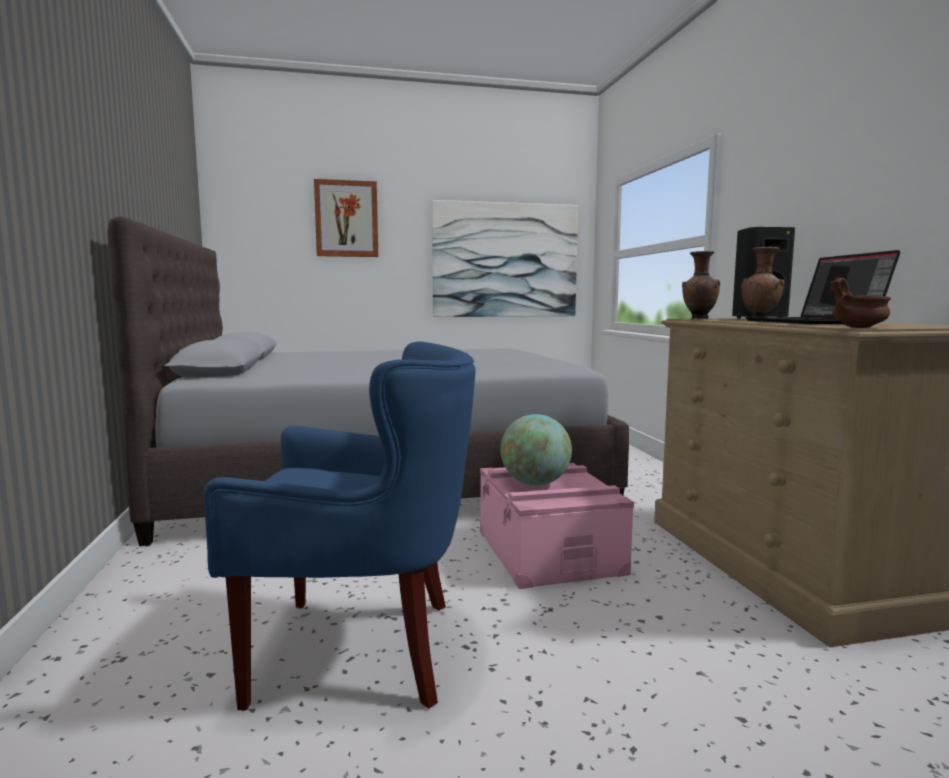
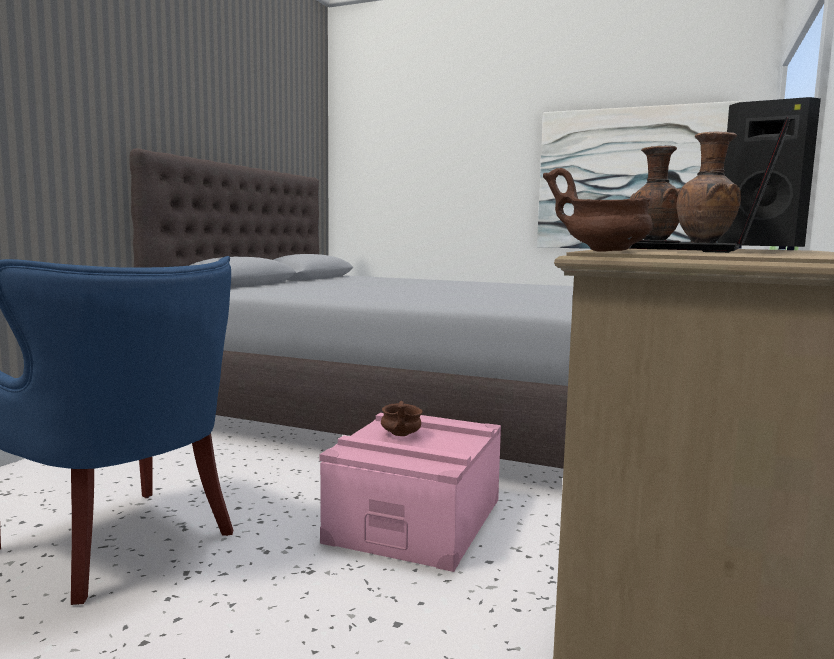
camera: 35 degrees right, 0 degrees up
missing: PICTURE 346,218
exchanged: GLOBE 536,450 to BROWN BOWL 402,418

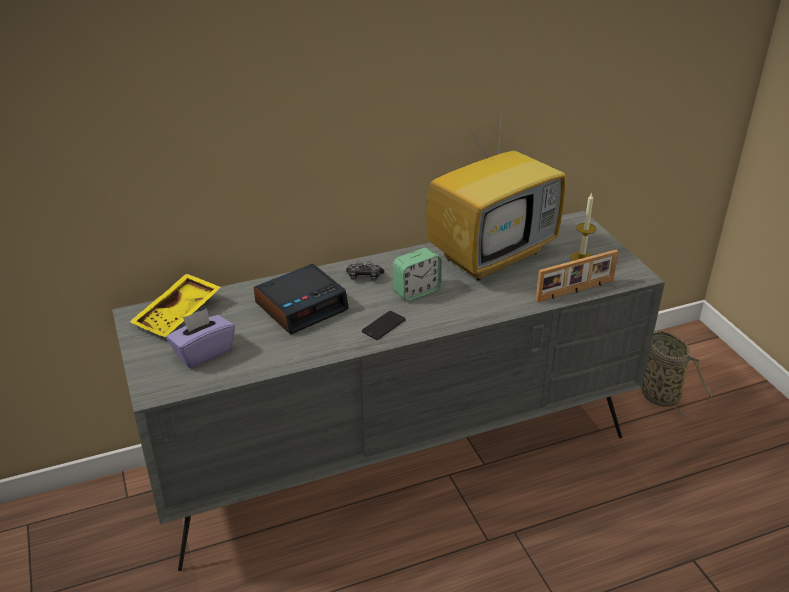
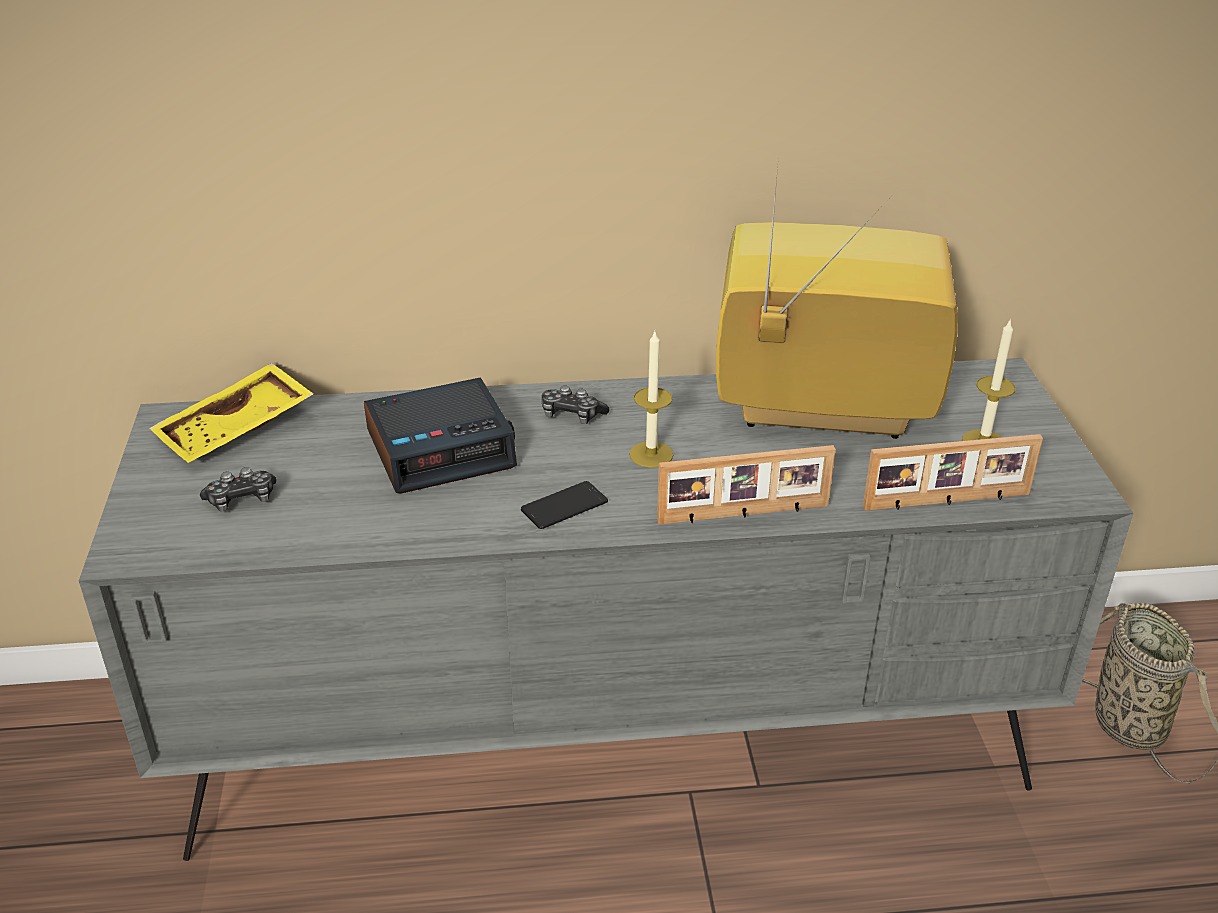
camera: 15 degrees right, 0 degrees up
appeared: PICTURE FRAME 746,485
exchanged: PURPLE TISSUE BOX 200,338 to GAME CONTROLLER 238,489; ALARM CLOCK 417,274 to CANDLE 651,400
spun: TELEVISION 496,189 = 837,297 150 degrees counterclockwise

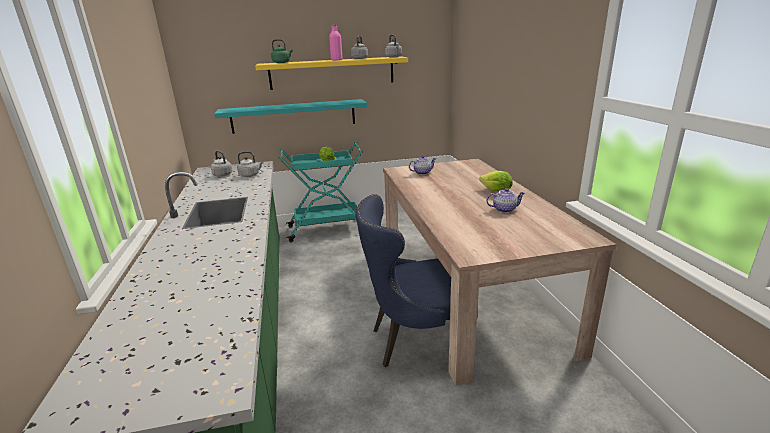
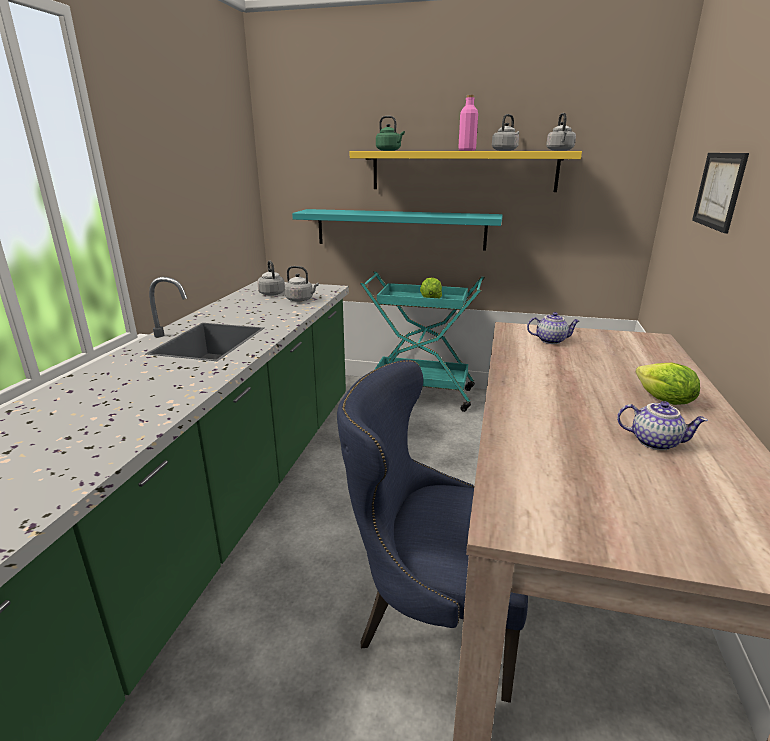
camera: 25 degrees right, 0 degrees up
appeared: PICTURE 720,193

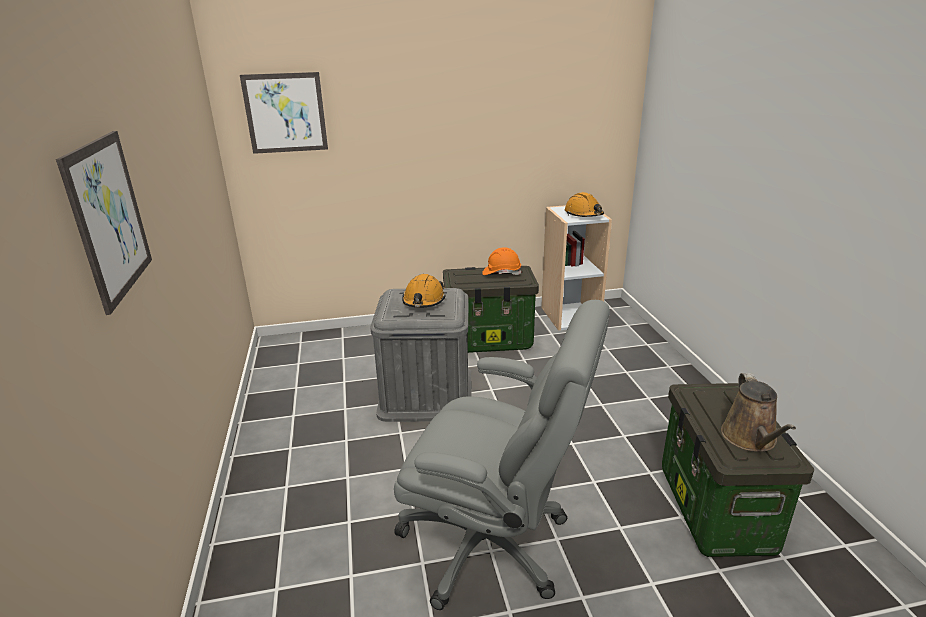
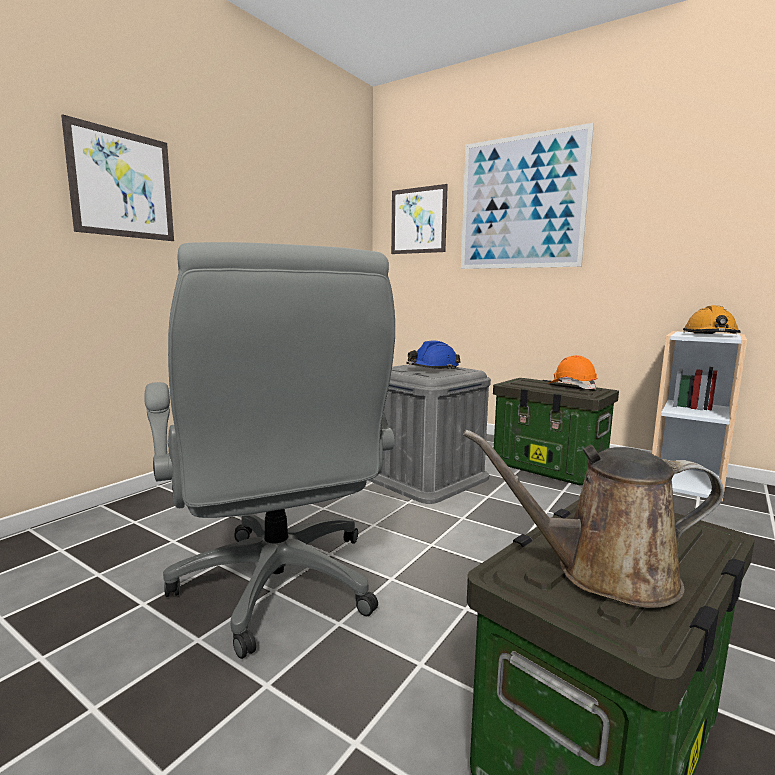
camera: 45 degrees right, 15 degrees down
appeared: PICTURE 527,196
colour: ORANGE HARD HAT 423,290 to BLUE HARD HAT 433,355
spun: BROWN WATERING CAN 758,412 = 593,519 45 degrees clockwise

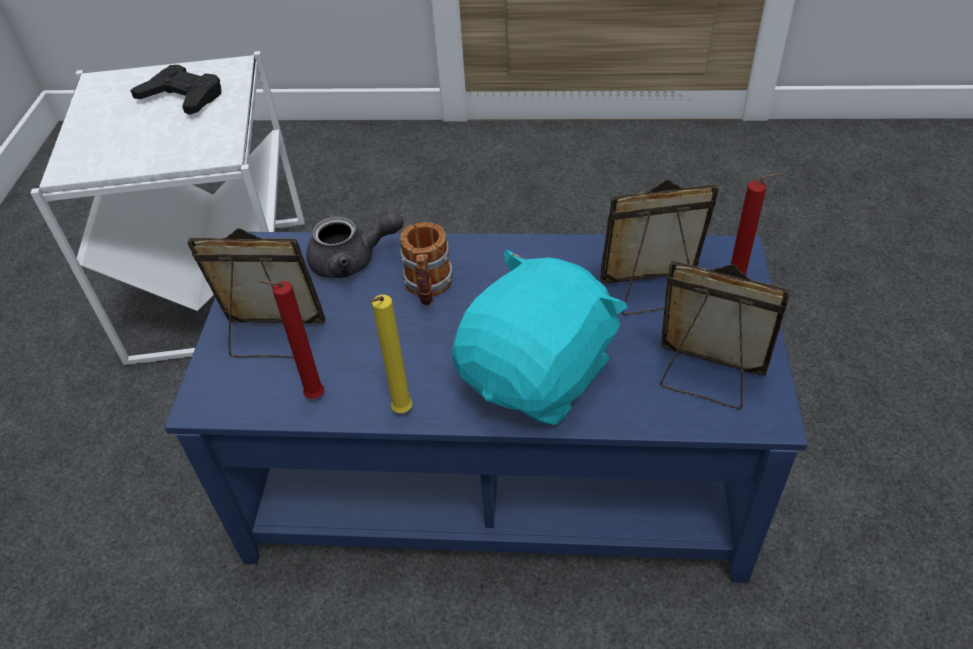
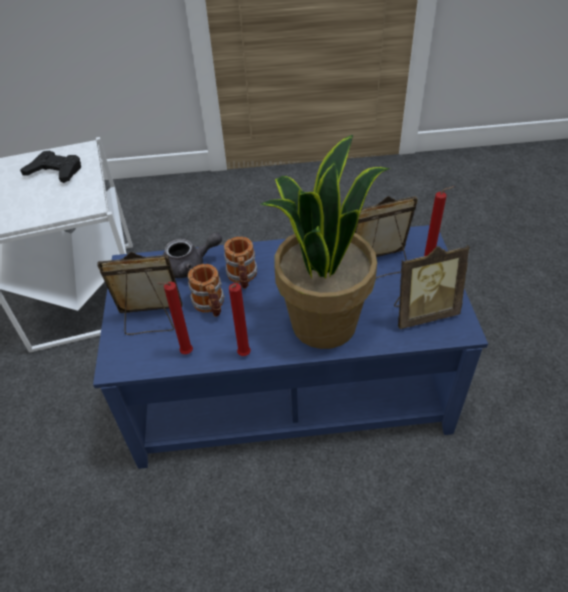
camera: 10 degrees left, 0 degrees up
appeared: MUG 206,290
exchanged: TURQUOISE PLUSH TOY 540,337 to POTTED PLANT 325,242
colour: YELLOW CANDLE 392,354 to RED CANDLE 240,319
spun: PICTURE FRAME 725,334 = 432,287 150 degrees clockwise

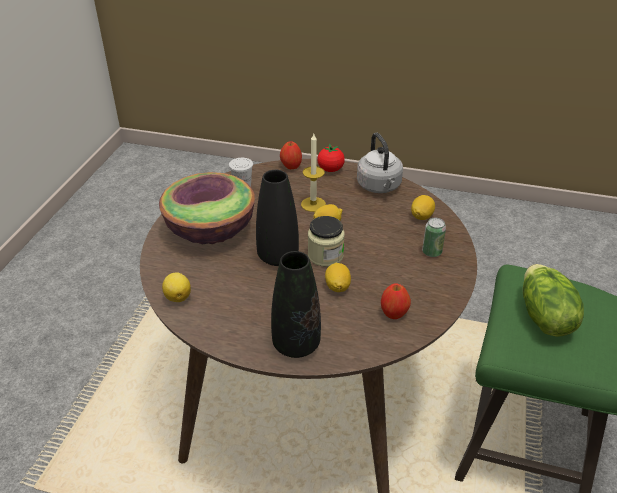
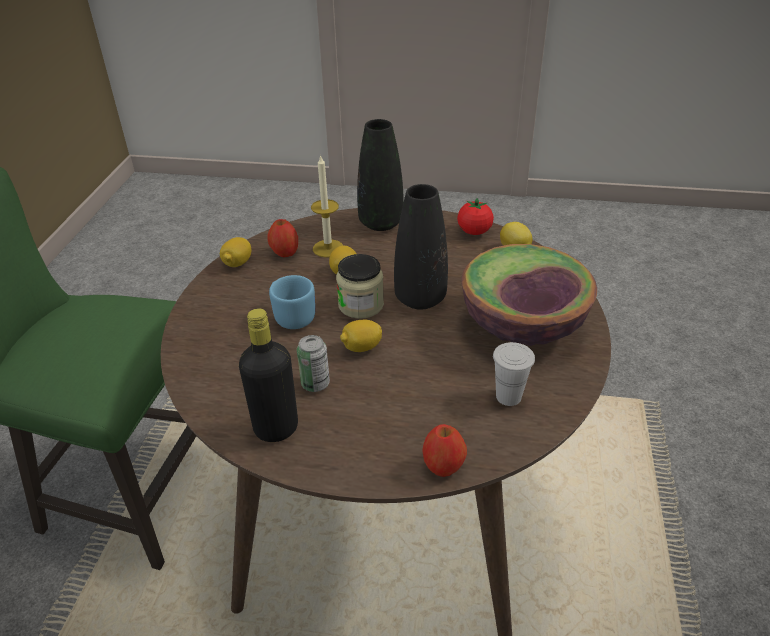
camera: 175 degrees right, 0 degrees up
missing: LETTUCE 553,300
appeared: BLUE MUG 292,302
relocated: LEMON 423,207 to 236,252; CAN 434,237 to 313,363; CANDLE 313,173 to 327,206; TOMATO 331,158 to 475,216
exchanged: GREY KETTLE 380,163 to BLACK BOTTLE 268,375

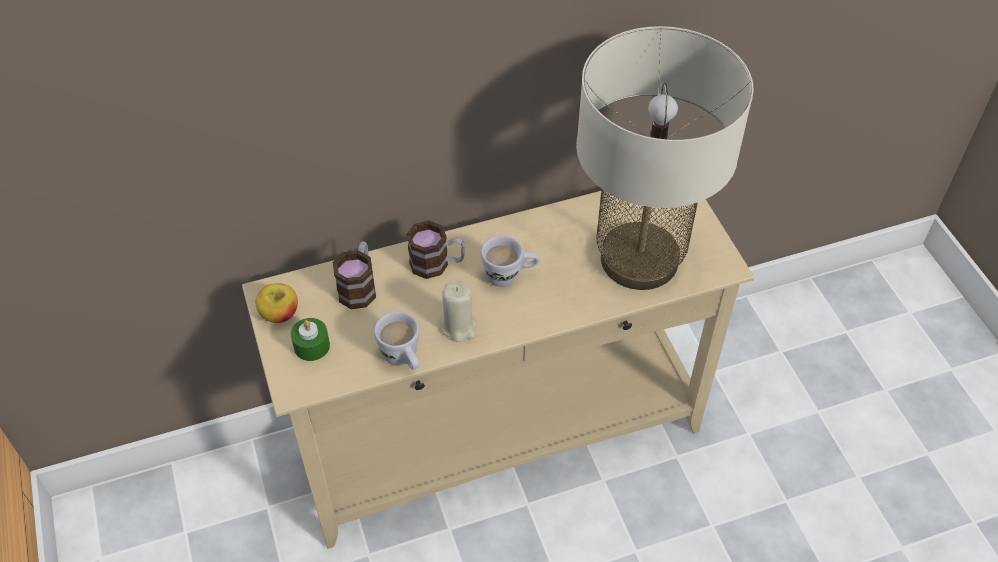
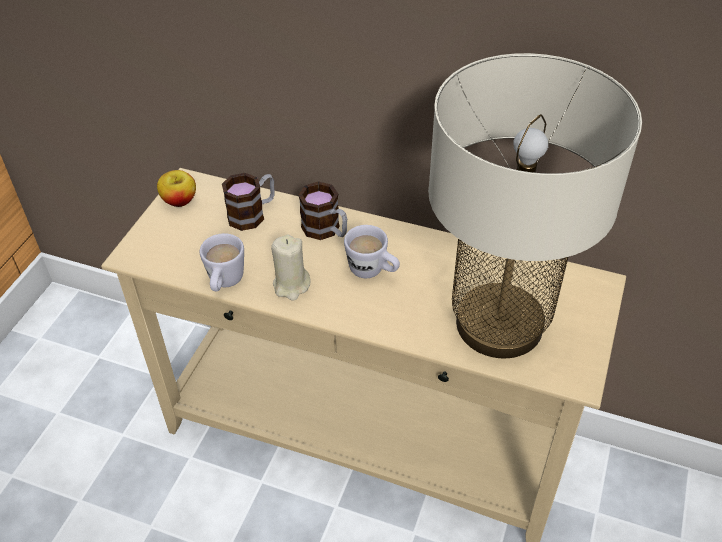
camera: 40 degrees right, 5 degrees down
missing: GREEN CANDLE 310,339

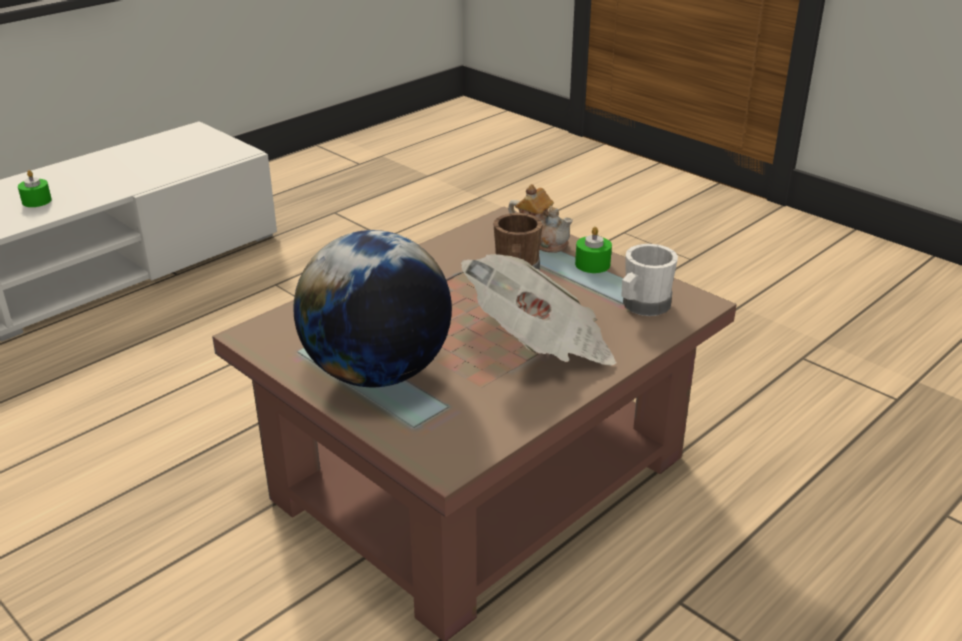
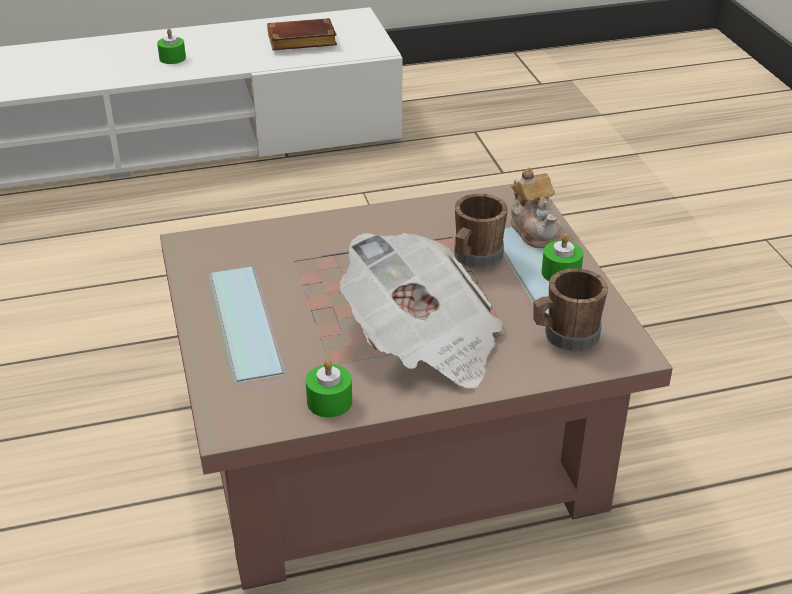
camera: 30 degrees right, 5 degrees up
missing: GLOBE 372,308
appeared: BROWN BOOK 302,34; GREEN CANDLE 329,388
colour: WHITE MUG 649,280 to BROWN MUG 570,309

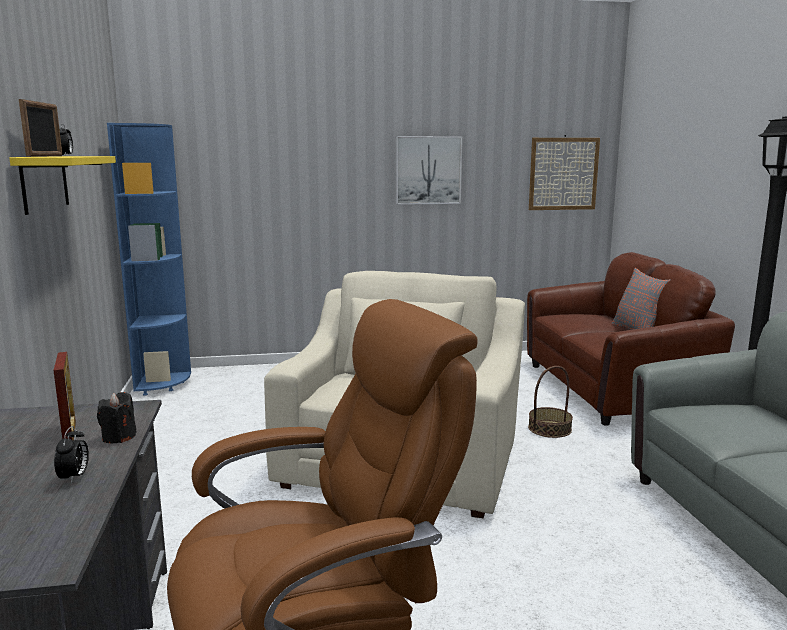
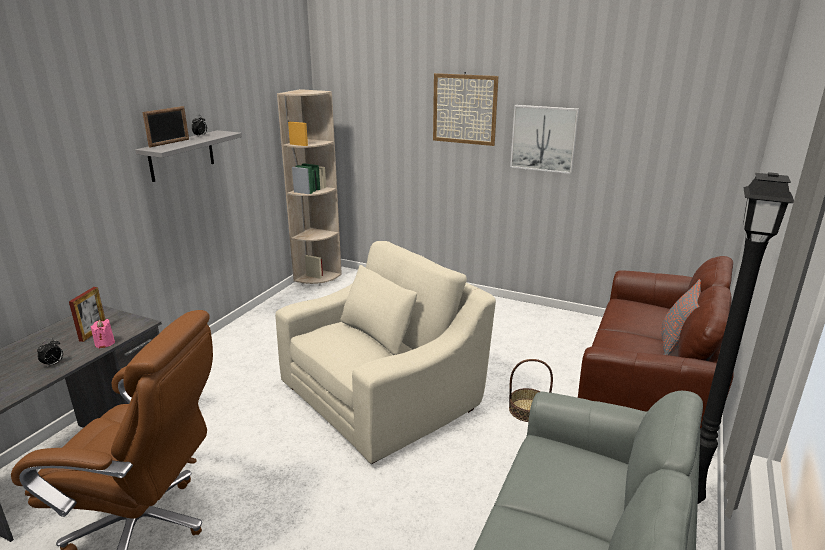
camera: 35 degrees right, 10 degrees up
relocated: PICTURE 564,172 to 465,109
colour: BLACK CANDLE 117,417 to PINK CANDLE 103,333; YELLOW SHELF 62,185 to GREY SHELF 188,156; BLUE BOOKCASE 149,259 to BEIGE BOOKCASE 309,187

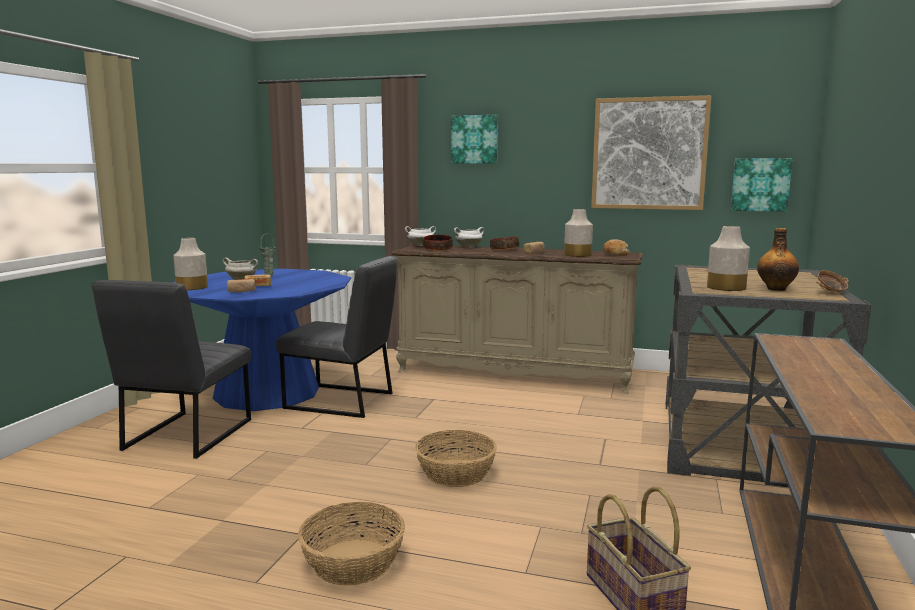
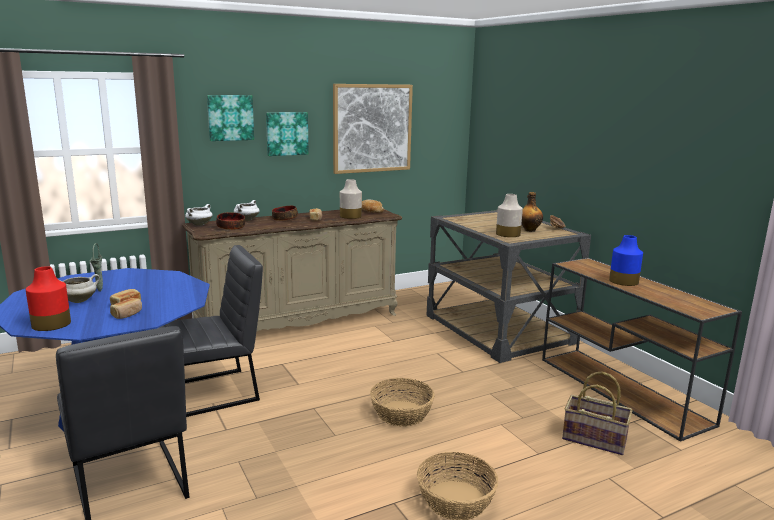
camera: 45 degrees left, 5 degrees up
appeared: BLUE VASE 626,260
relocated: PICTURE 761,185 to 287,134
colour: BEIGE VASE 190,264 to RED VASE 48,298

